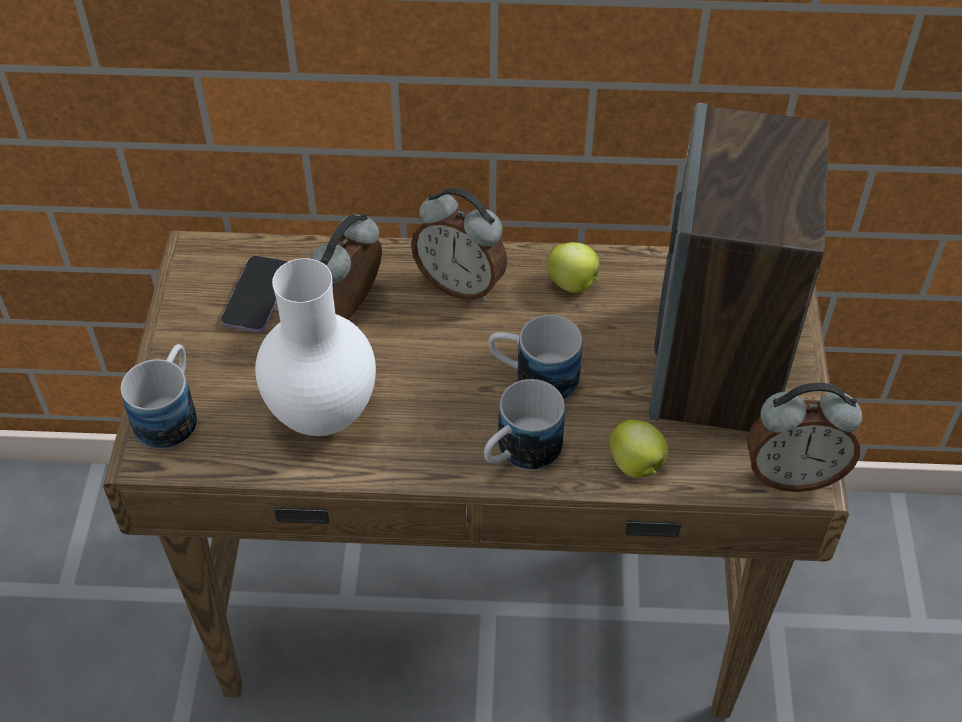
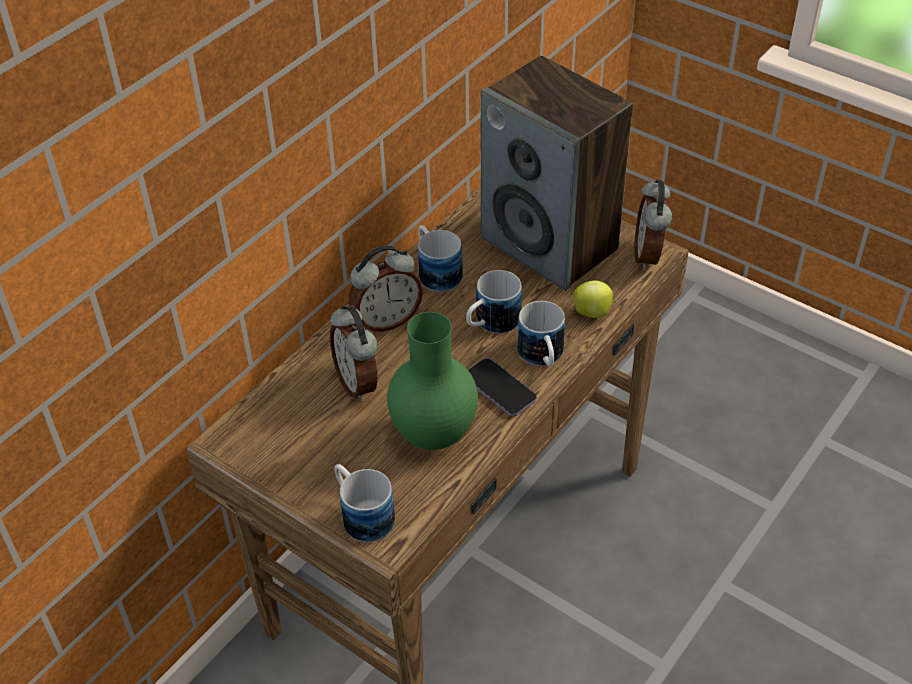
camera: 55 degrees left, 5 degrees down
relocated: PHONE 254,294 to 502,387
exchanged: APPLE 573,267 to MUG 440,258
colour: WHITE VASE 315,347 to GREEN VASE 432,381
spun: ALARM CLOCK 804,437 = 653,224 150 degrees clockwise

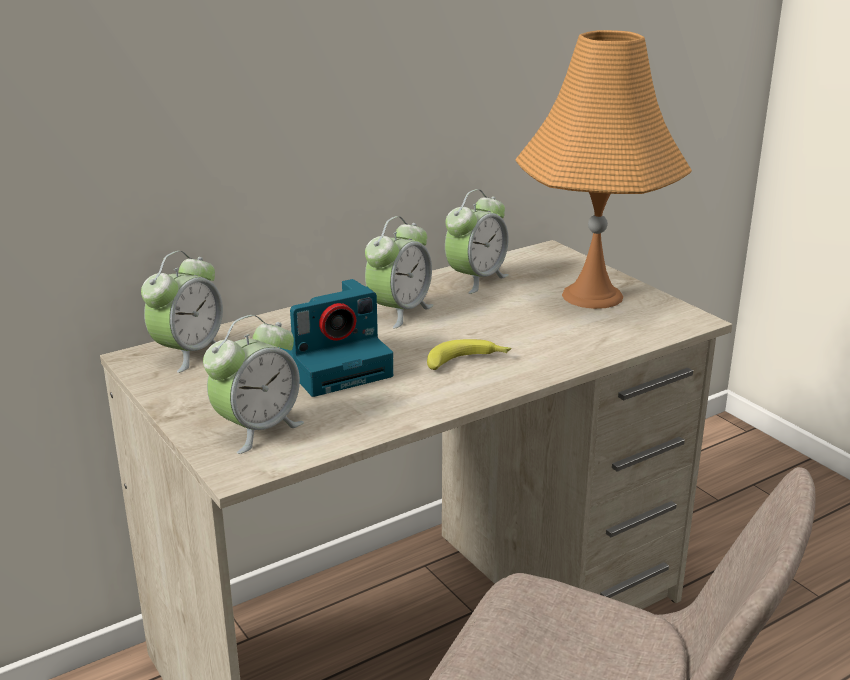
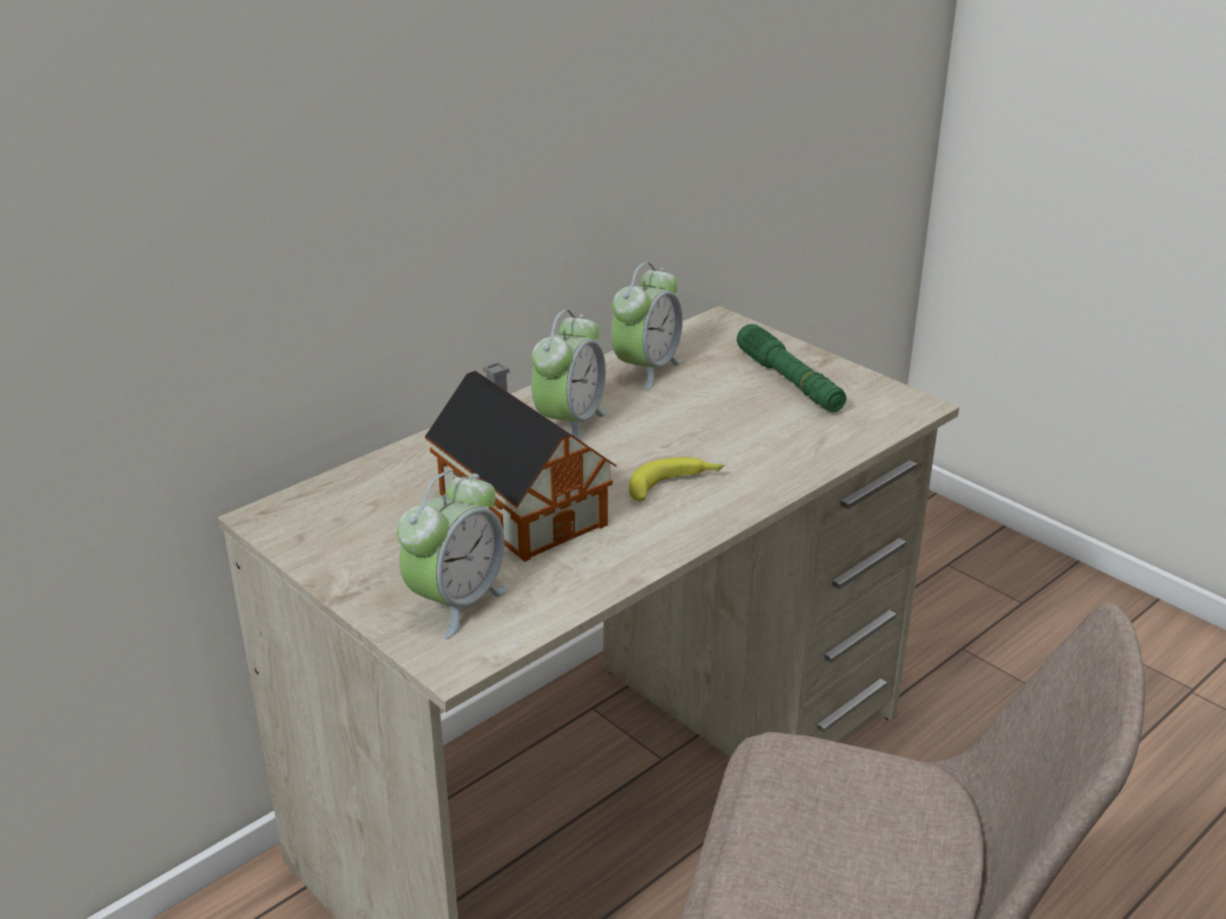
camera: 10 degrees left, 5 degrees up
missing: ALARM CLOCK 182,312
exchanged: PHOTO CAMERA 336,338 to TOY HOUSE 521,462; ORANGE TABLE LAMP 603,169 to GREEN FLASHLIGHT 791,368

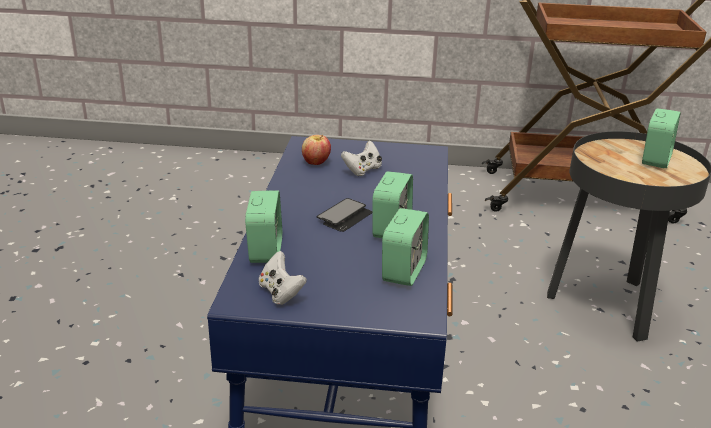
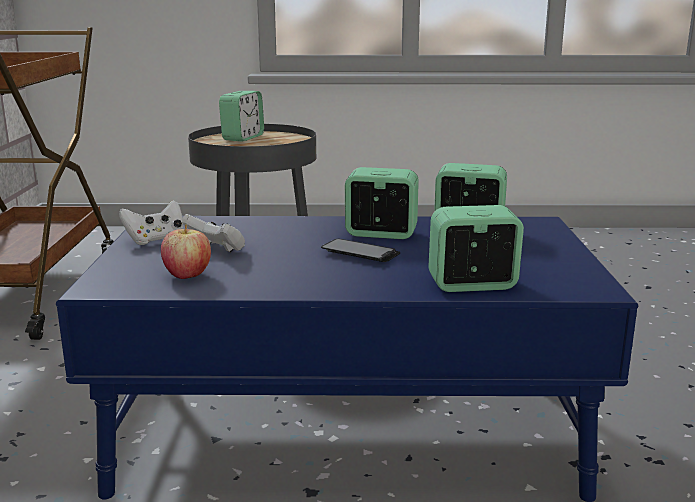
camera: 95 degrees left, 10 degrees down
relocated: WHITE GAME CONTROLLER 283,278 to 151,222
spun: ALARM CLOCK 661,138 = 241,116 90 degrees clockwise

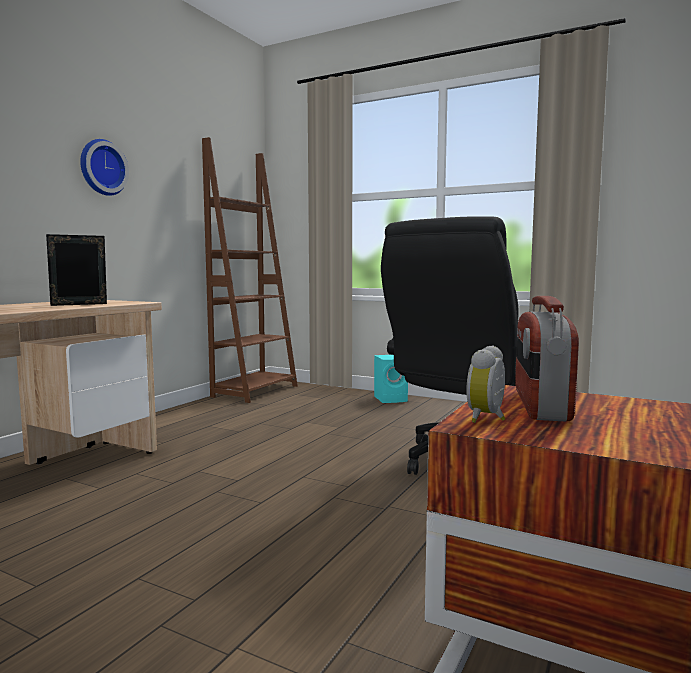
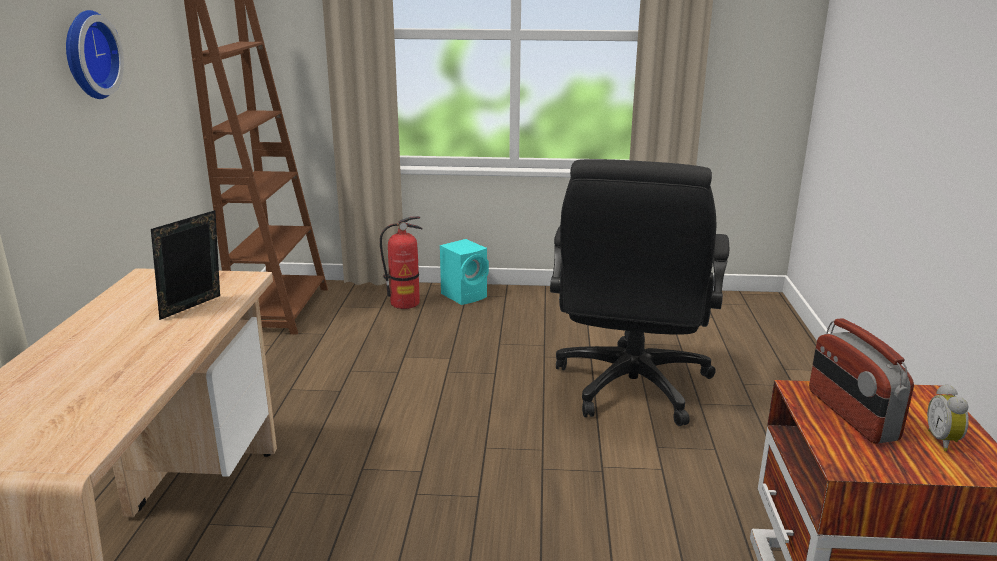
camera: 25 degrees left, 15 degrees up
appeared: FIRE EXTINGUISHER 401,262
relocated: ALARM CLOCK 485,384 to 948,417

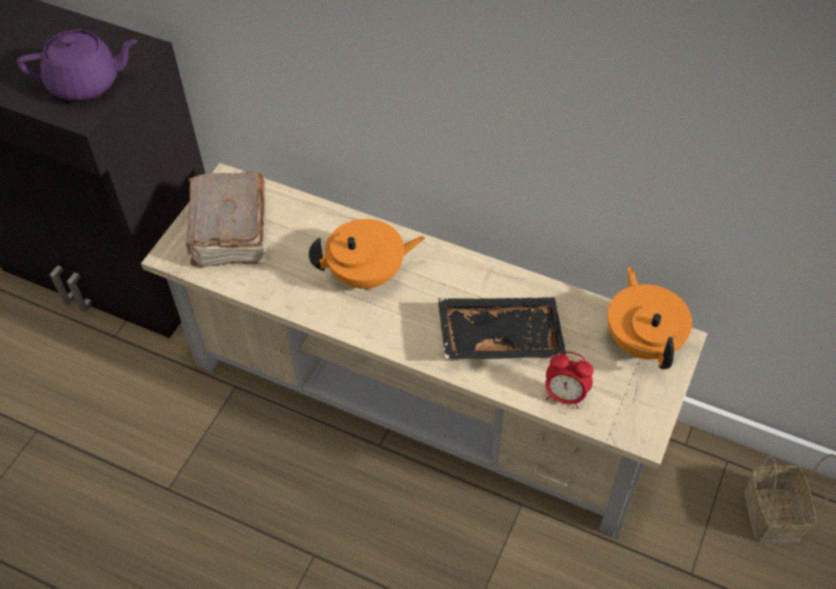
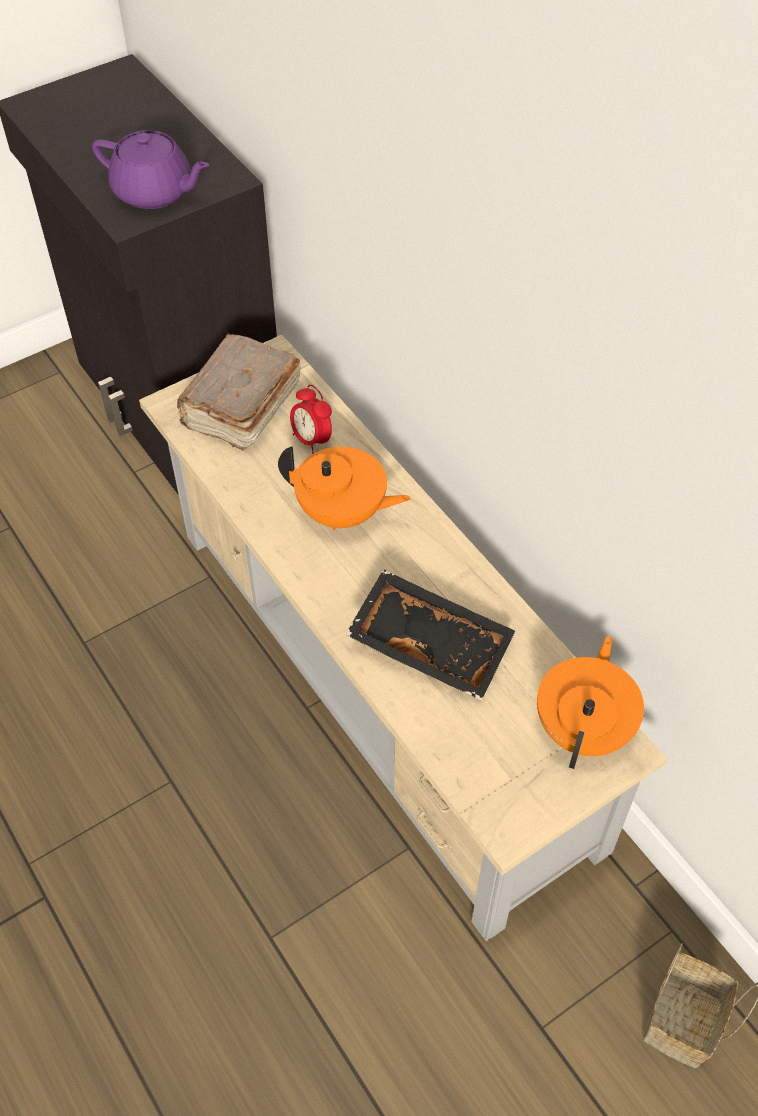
camera: 30 degrees right, 0 degrees up
relocated: ALARM CLOCK 569,380 to 311,419

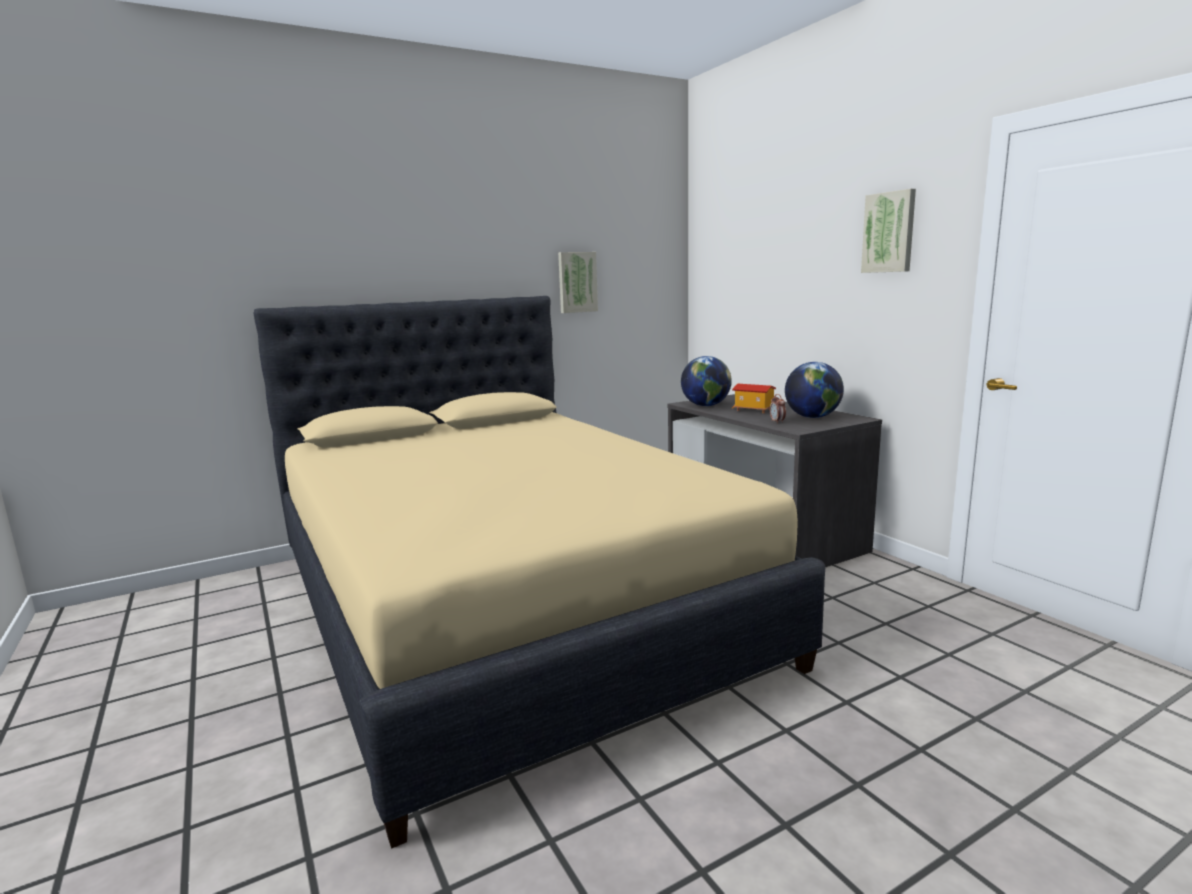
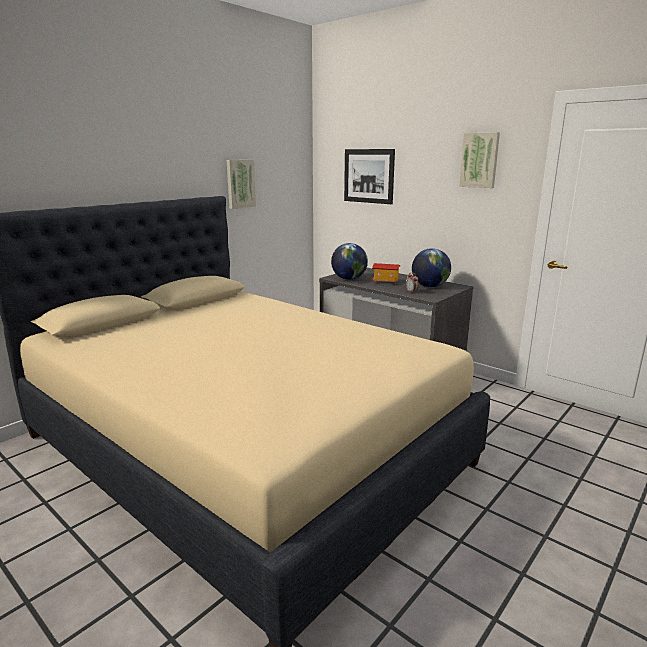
camera: 20 degrees left, 5 degrees up
appeared: PICTURE 369,176

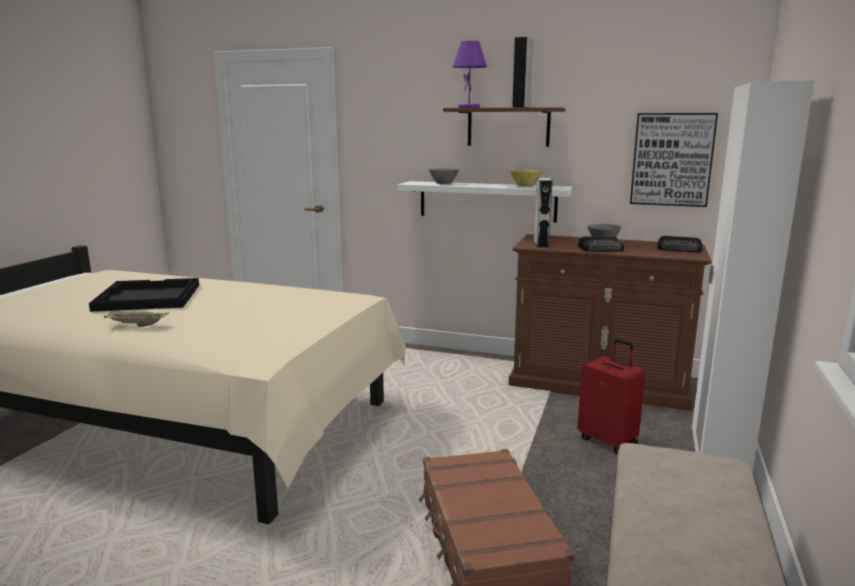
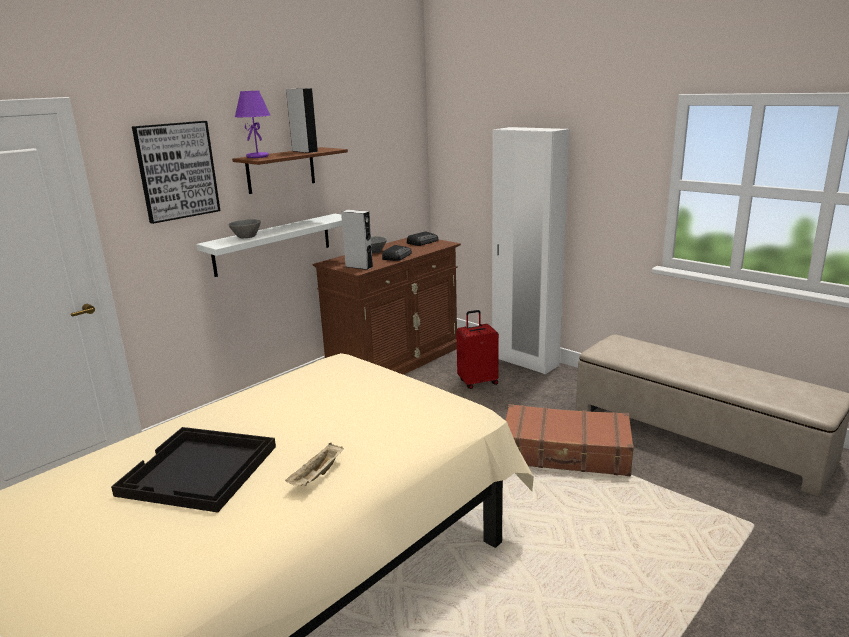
camera: 65 degrees left, 5 degrees up
missing: YELLOW BOWL 526,178
relocated: PICTURE 674,160 to 176,172

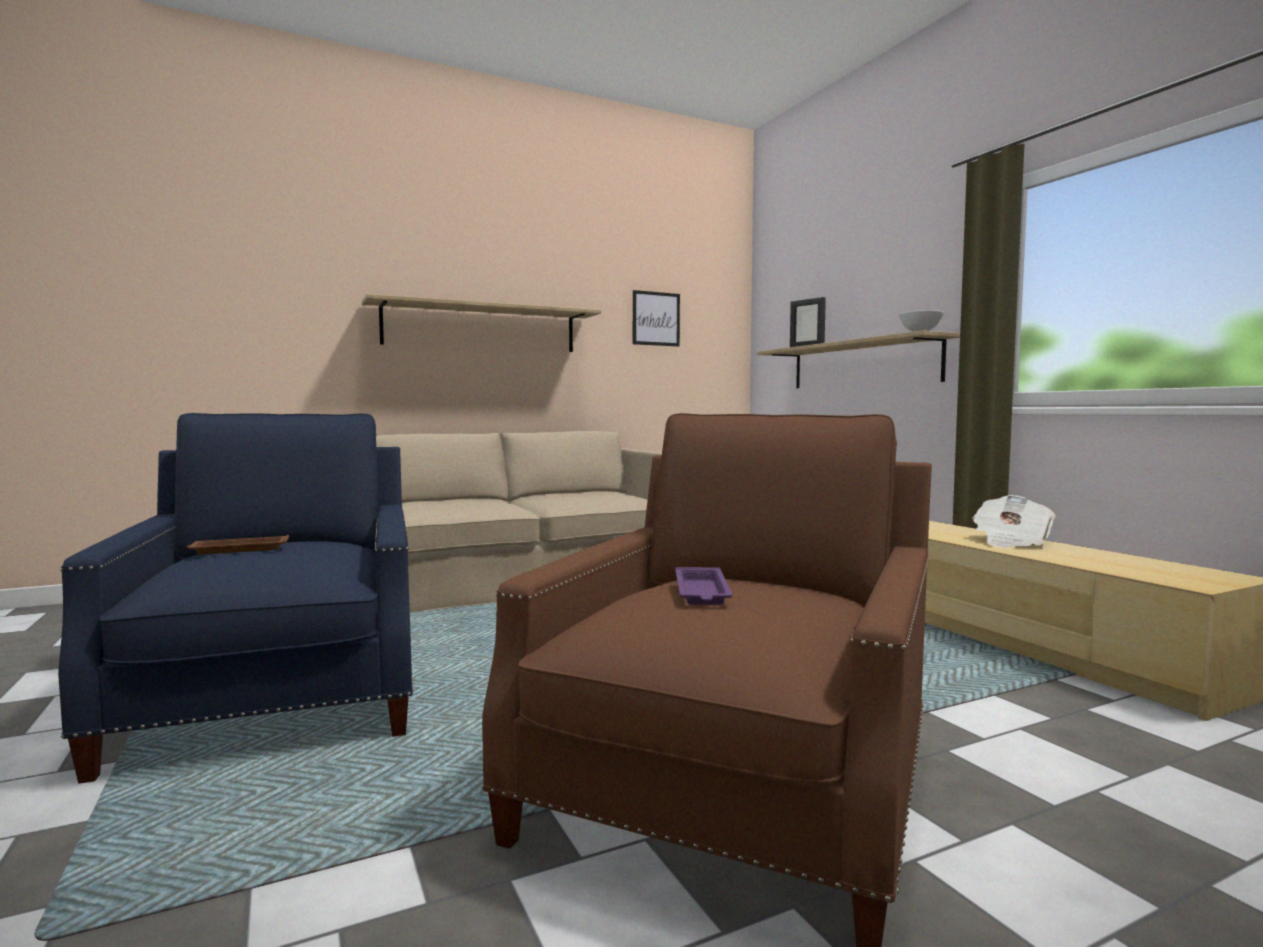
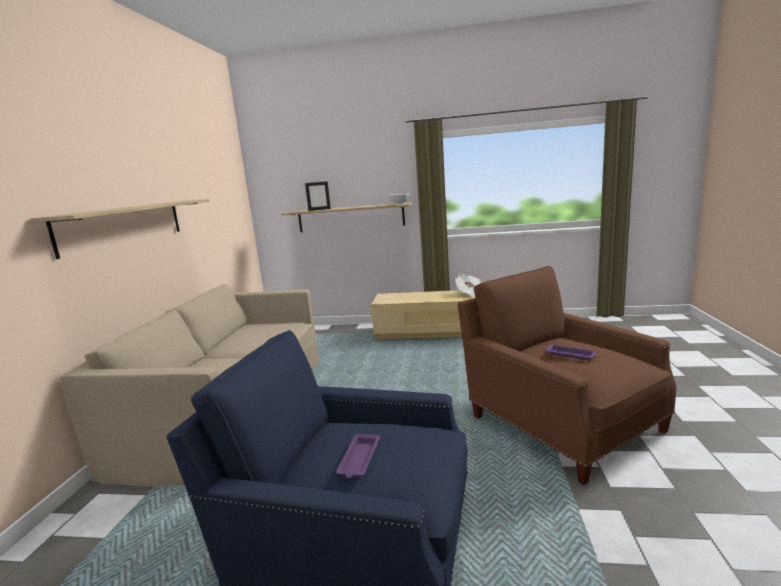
camera: 55 degrees left, 10 degrees up
missing: PICTURE 656,318
colour: BROWN TRAY 237,545 to PURPLE TRAY 358,456

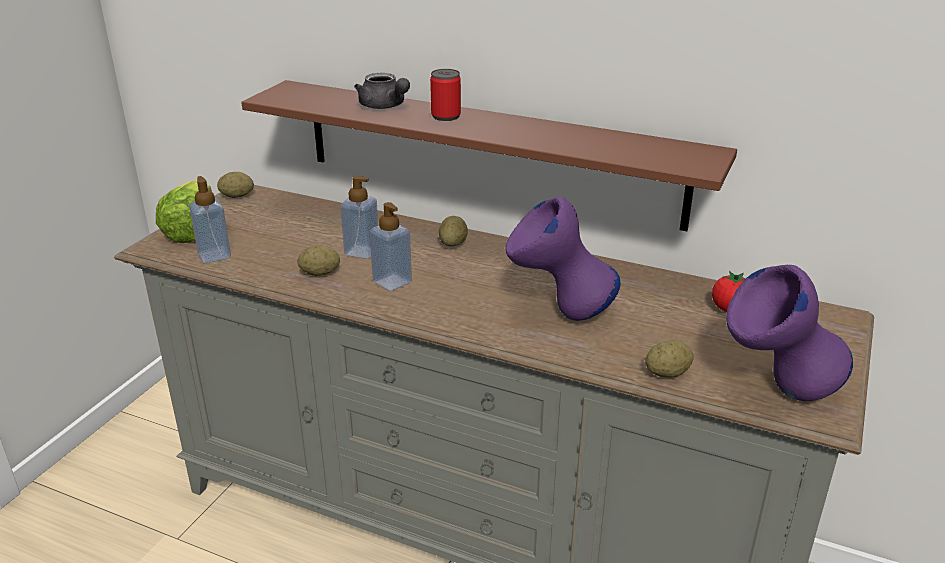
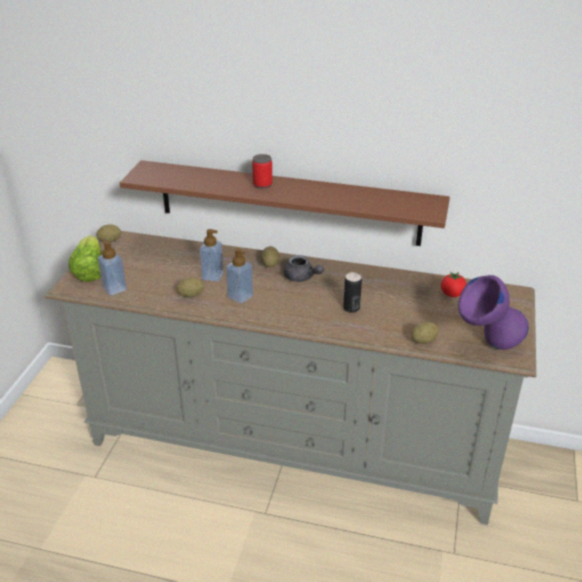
camera: 10 degrees left, 5 degrees up
relocated: GREY TEAPOT 382,91 to 304,268
exchanged: PURPLE VASE 563,259 to CAN 352,292

